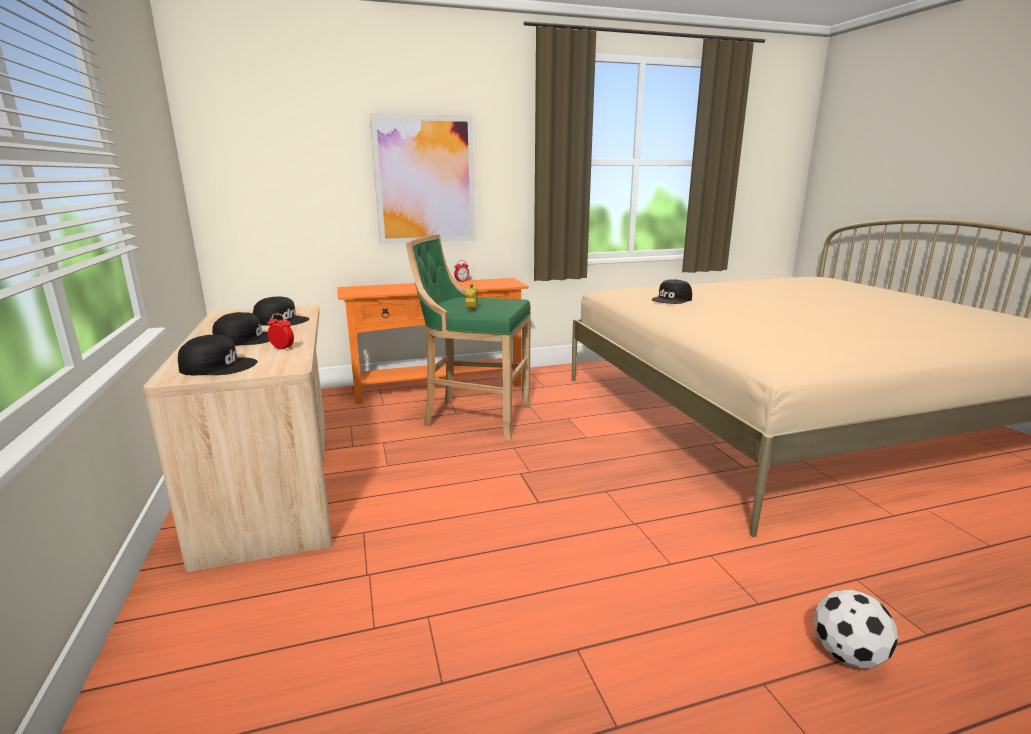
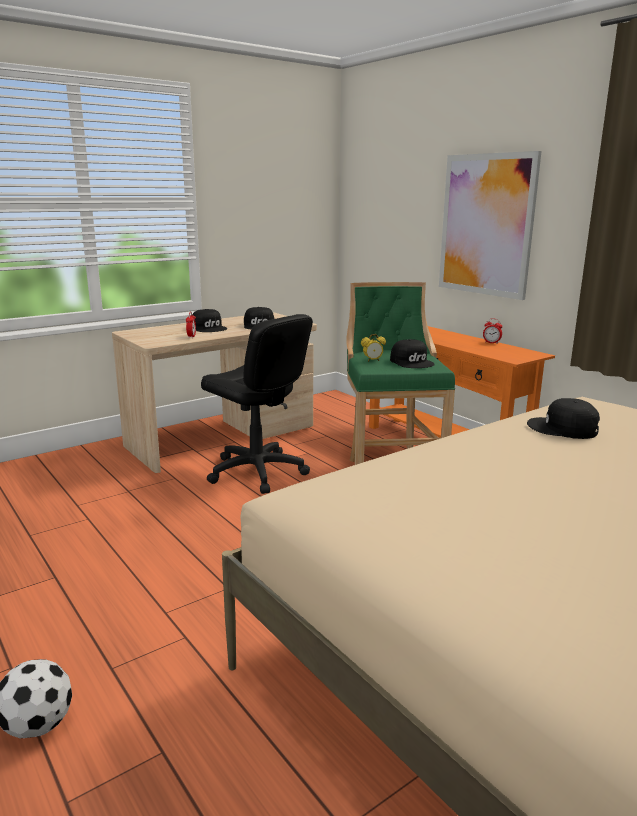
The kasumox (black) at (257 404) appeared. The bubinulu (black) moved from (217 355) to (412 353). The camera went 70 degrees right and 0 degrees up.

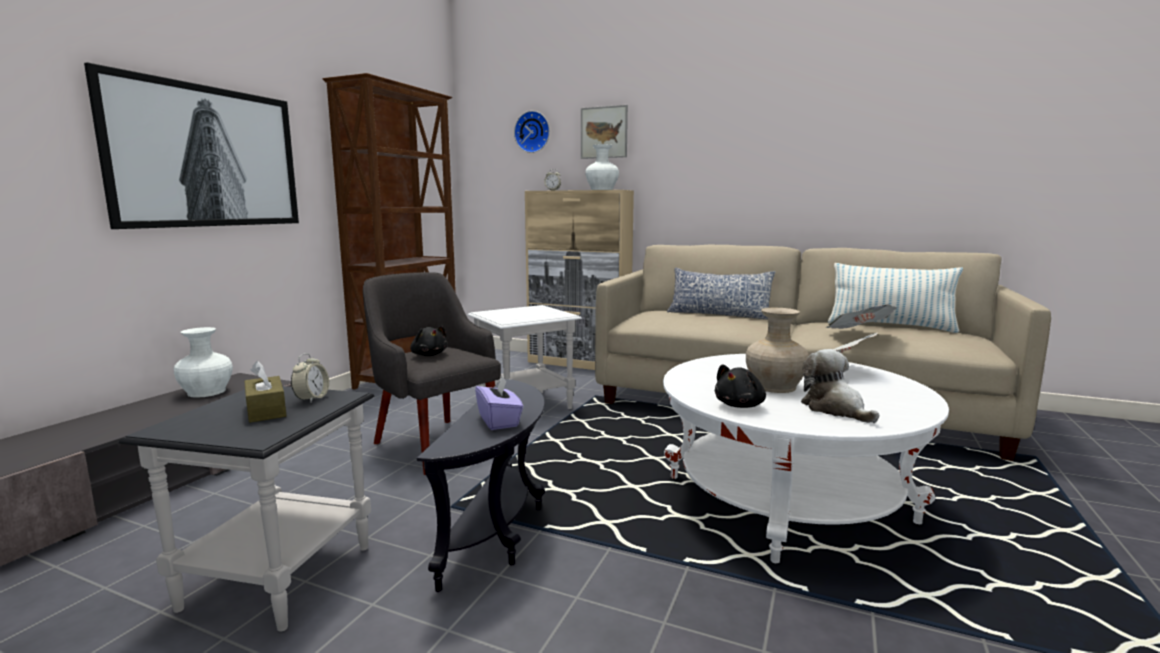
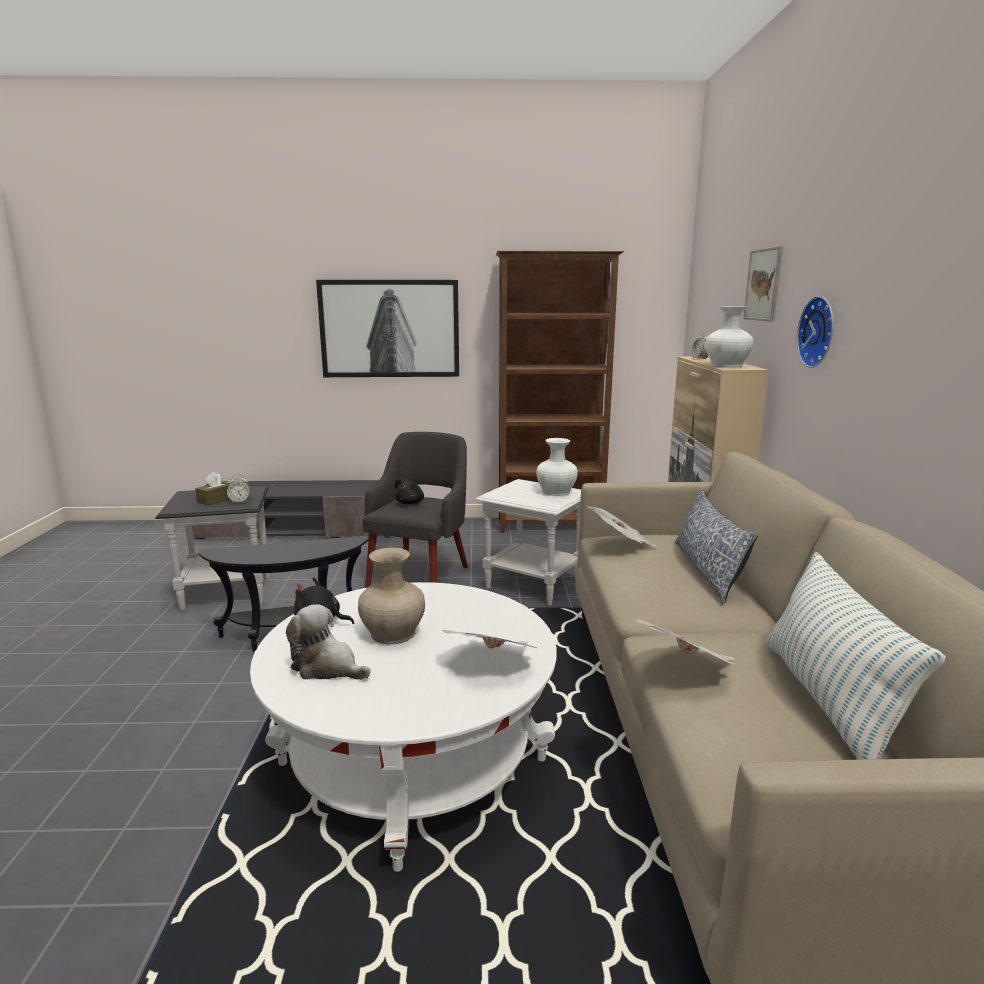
The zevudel at (840 386) turned 105 degrees counterclockwise. The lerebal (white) moved from (203 362) to (557 467). The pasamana at (622 526) appeared. The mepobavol moved from (532 132) to (815 332). The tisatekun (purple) at (499 403) disappeared. The camera went 65 degrees right and 5 degrees up.

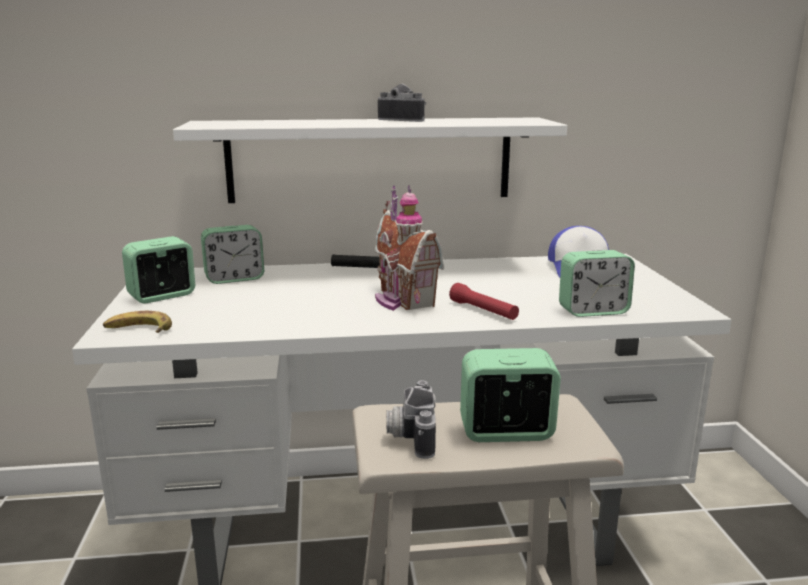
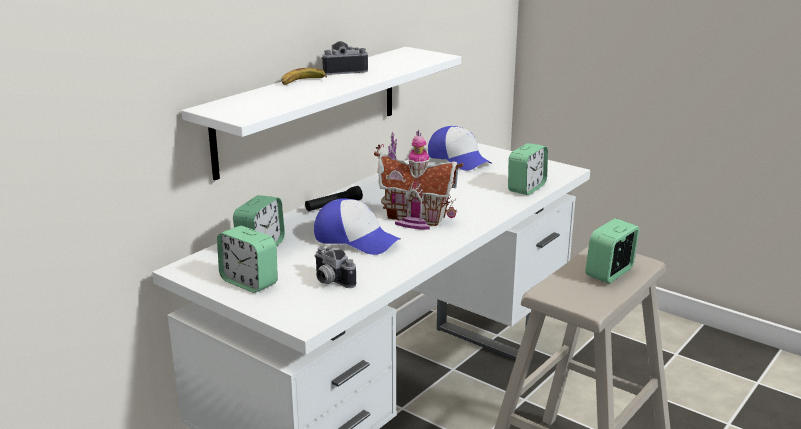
The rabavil at (158 269) turned 60 degrees counterclockwise. The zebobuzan moved from (137 322) to (304 76). The bubinulu at (357 226) appeared. The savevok moved from (411 419) to (335 267). The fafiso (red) at (484 301) disappeared. The camera went 45 degrees left and 5 degrees up.

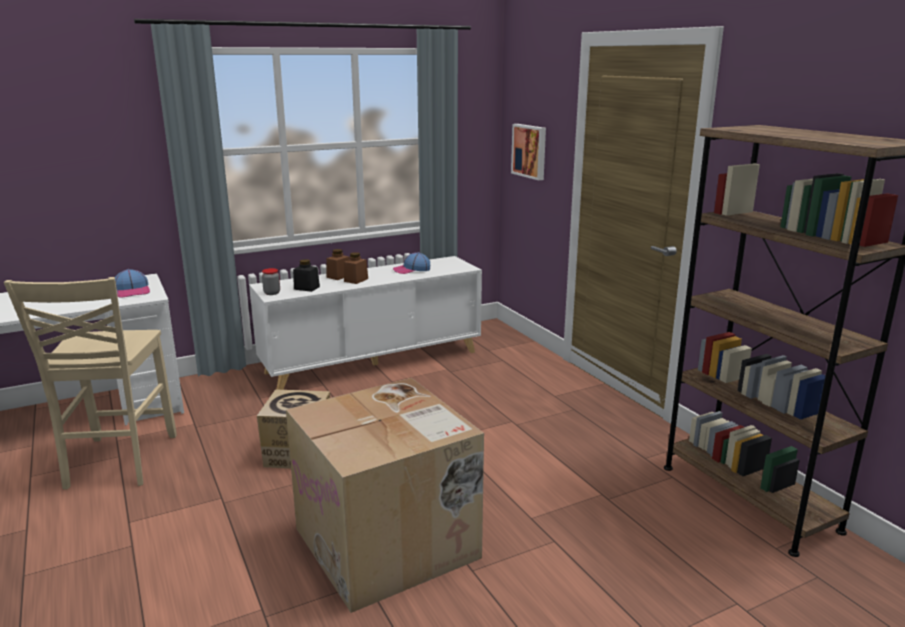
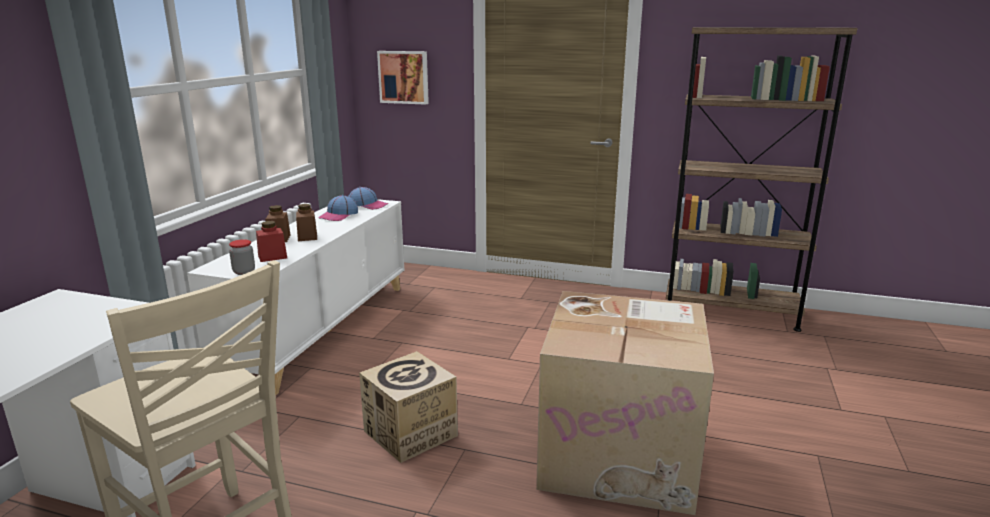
The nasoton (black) at (306 275) became the nasoton (red) at (271 241). The bubinulu moved from (132 283) to (368 198). The camera went 45 degrees left and 0 degrees up.

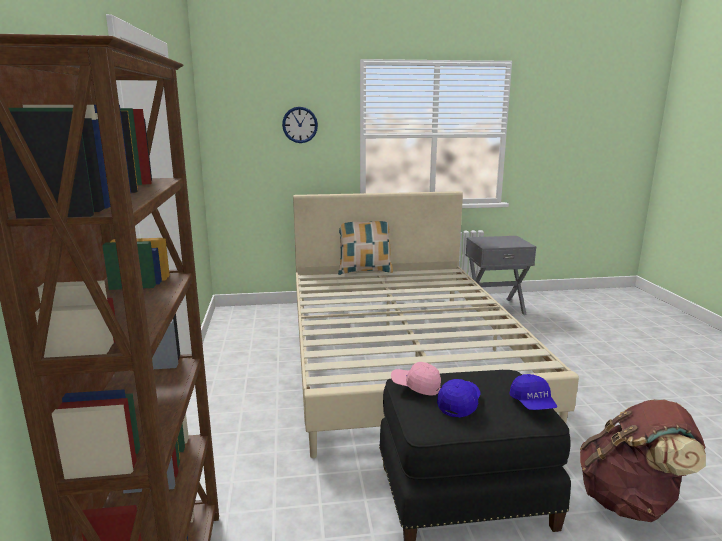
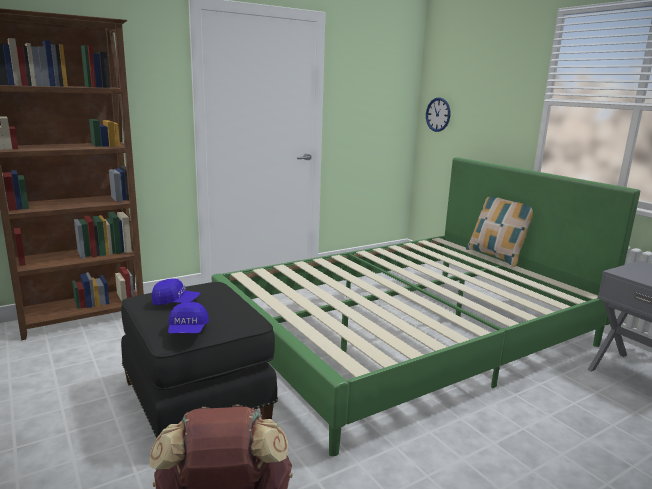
The bubinulu (blue) at (533 392) turned 60 degrees counterclockwise. The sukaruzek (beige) at (436 324) became the sukaruzek (green) at (426 306). The mepobavol moved from (300 125) to (438 114). The bubinulu (pink) at (416 379) disappeared. The camera went 65 degrees right and 0 degrees up.

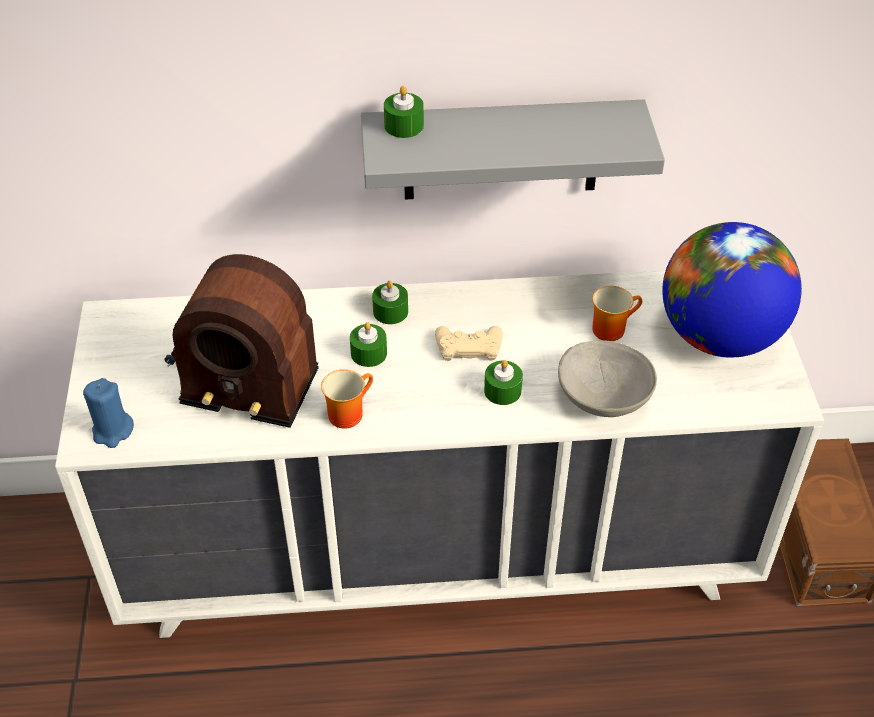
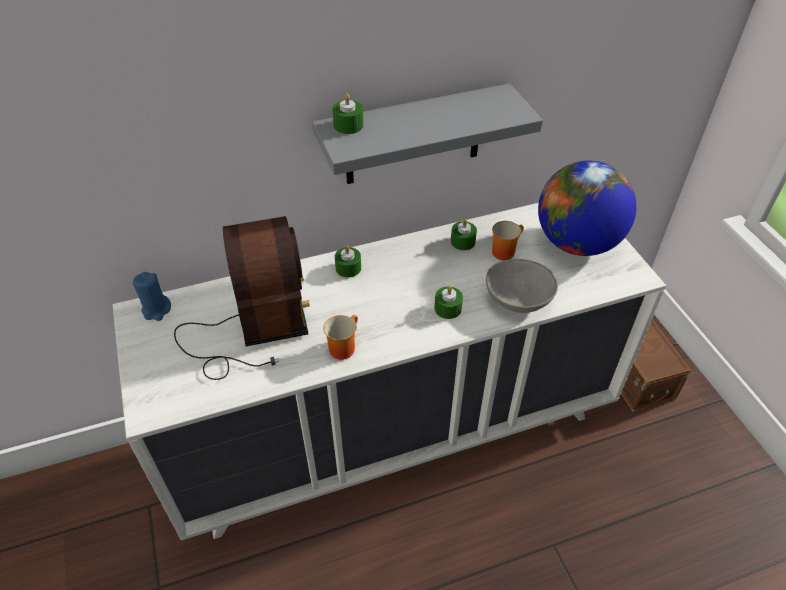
The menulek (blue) moved from (108 413) to (152 296). The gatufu at (242 341) turned 105 degrees counterclockwise. The menulek (green) moved from (368 344) to (464 234). The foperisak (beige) at (469 343) disappeared. The camera went 15 degrees left and 0 degrees up.

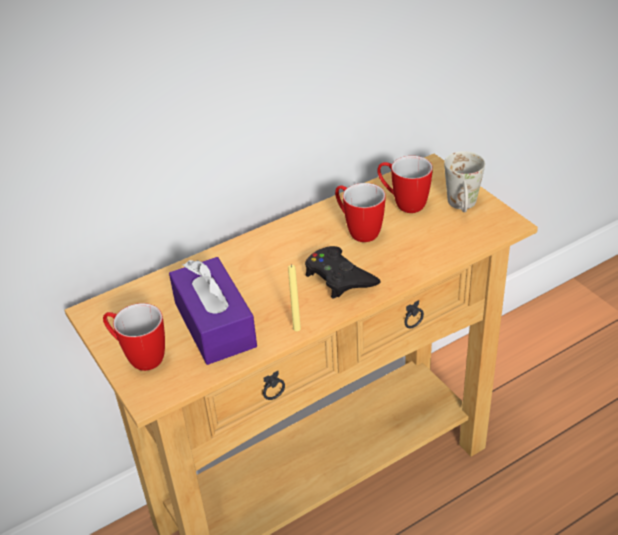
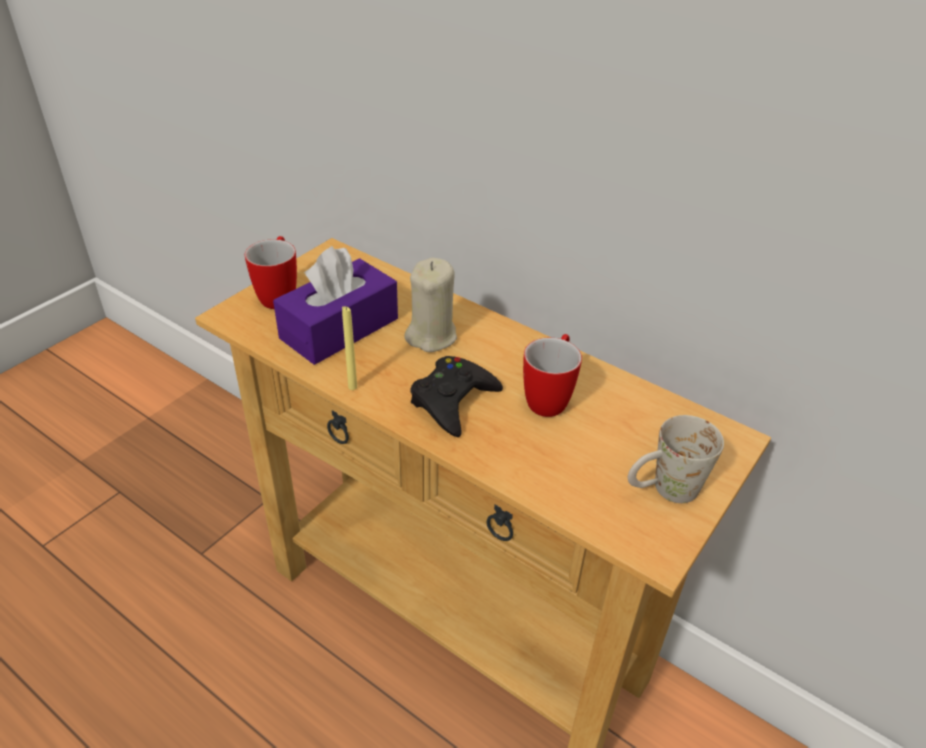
The menulek (beige) at (431 305) appeared. The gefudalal at (405 184) disappeared. The camera went 65 degrees right and 0 degrees up.

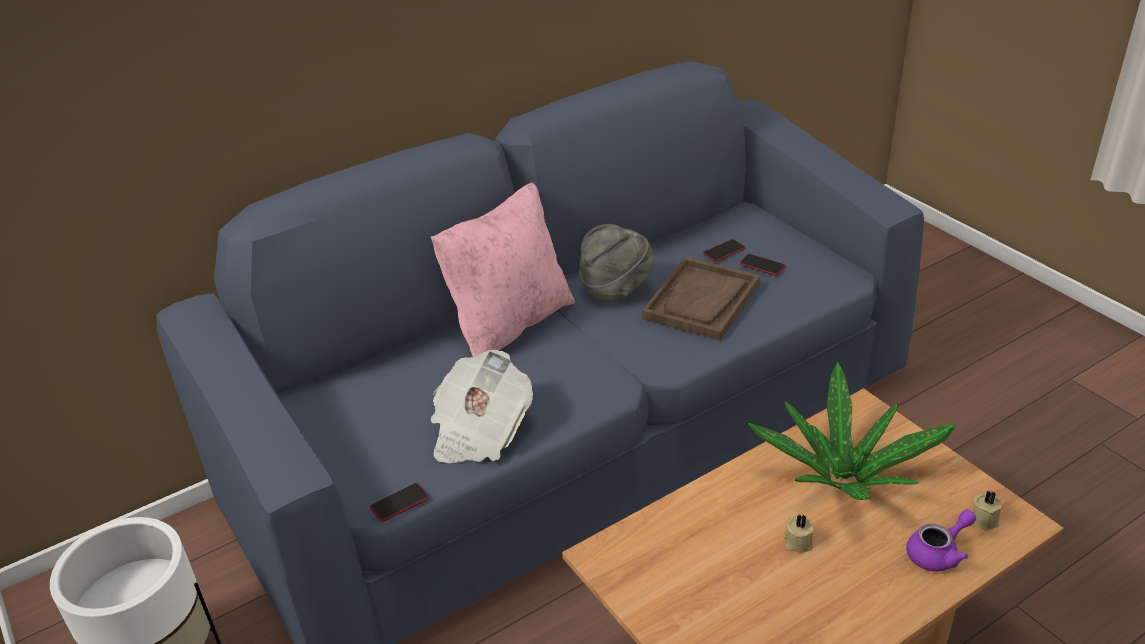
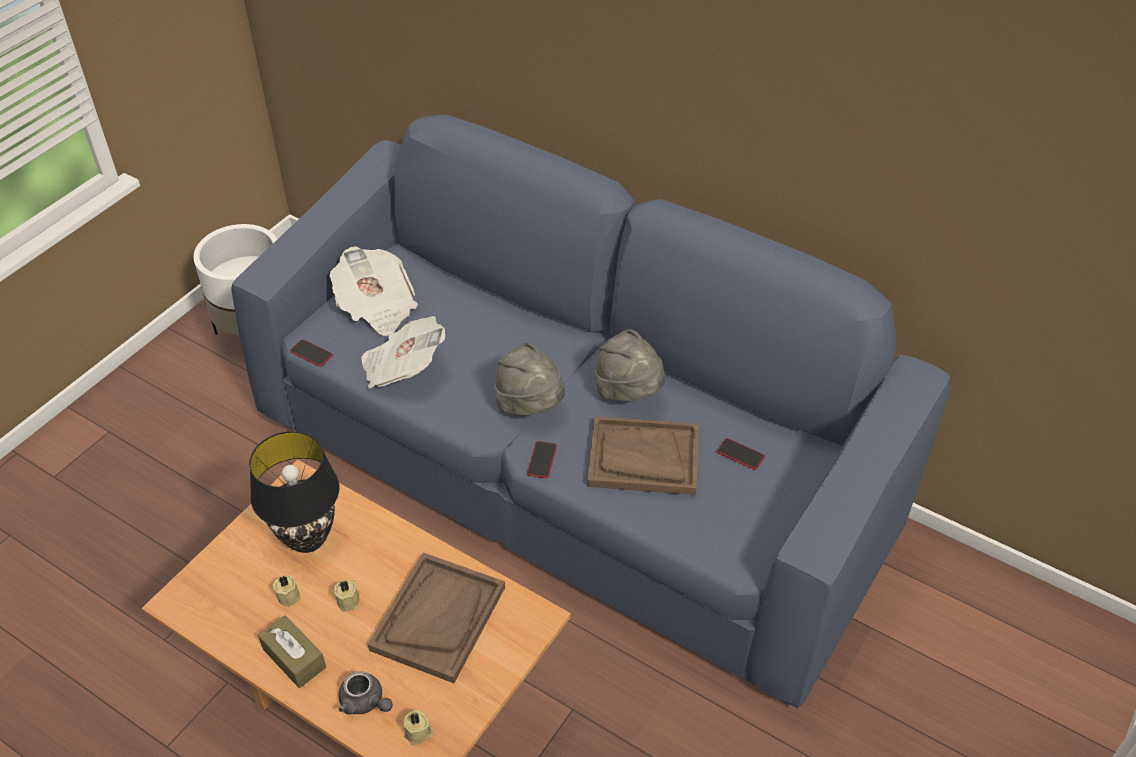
The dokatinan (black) at (294 492) appeared. The tisatekun (brown) at (292 651) appeared. The menulek (beige) at (286 591) appeared. The pasamana at (374 291) appeared. The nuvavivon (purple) at (941 540) became the nuvavivon (grey) at (365 693). The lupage at (852 431) was replaced by the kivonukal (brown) at (436 618). The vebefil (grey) at (530 378) appeared. The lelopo moved from (762 264) to (542 459). The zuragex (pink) at (503 269) disappeared. The camera went 65 degrees right and 10 degrees up.

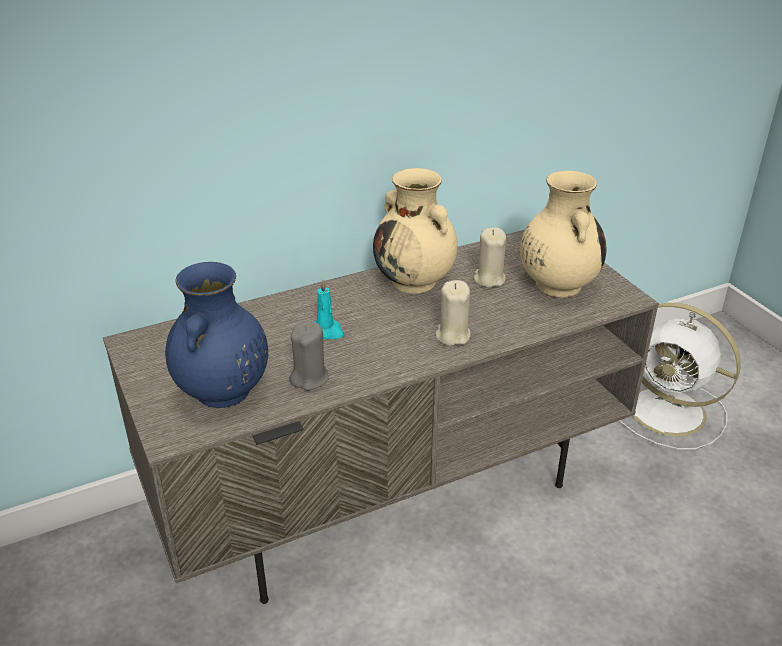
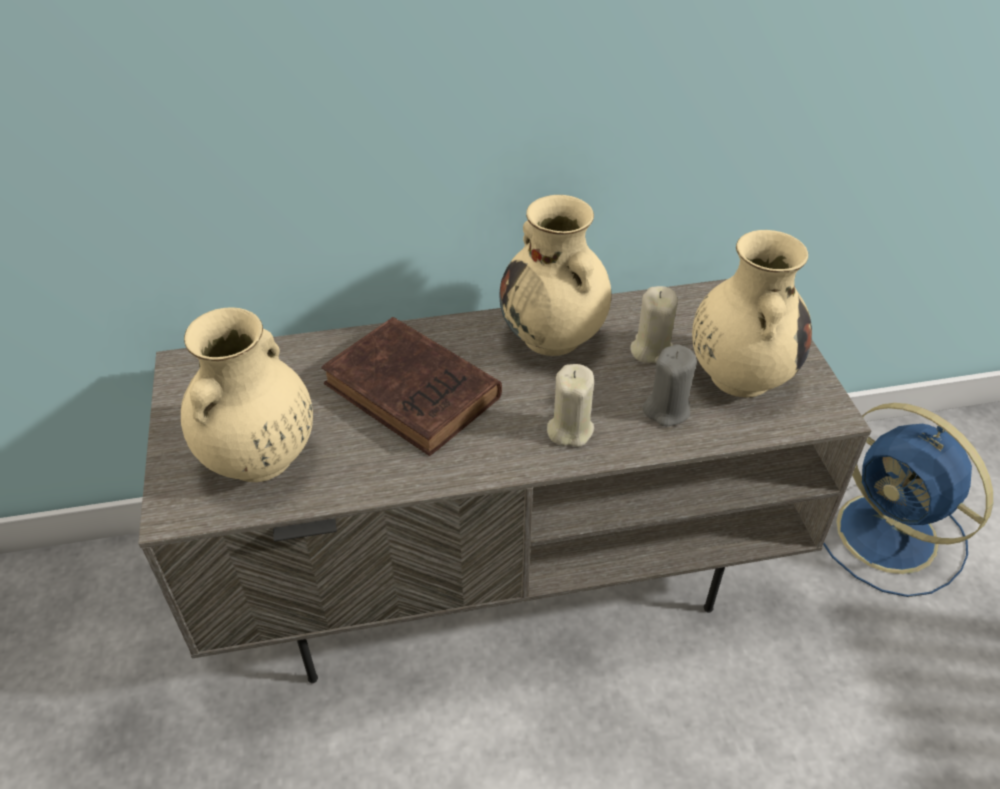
The lerebal (blue) at (216 335) became the lerebal (beige) at (247 394). The menulek (turquoise) at (329 309) was replaced by the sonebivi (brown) at (411 386). The menulek (grey) moved from (309 356) to (670 385). The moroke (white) at (679 376) became the moroke (blue) at (908 500). The camera went 15 degrees right and 10 degrees up.

